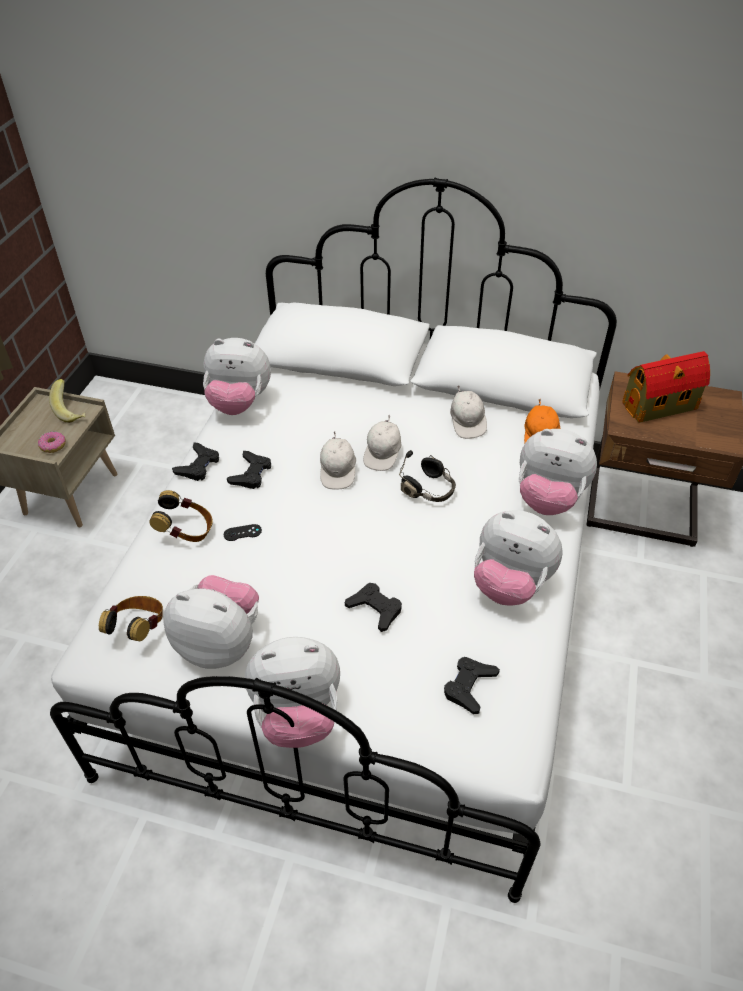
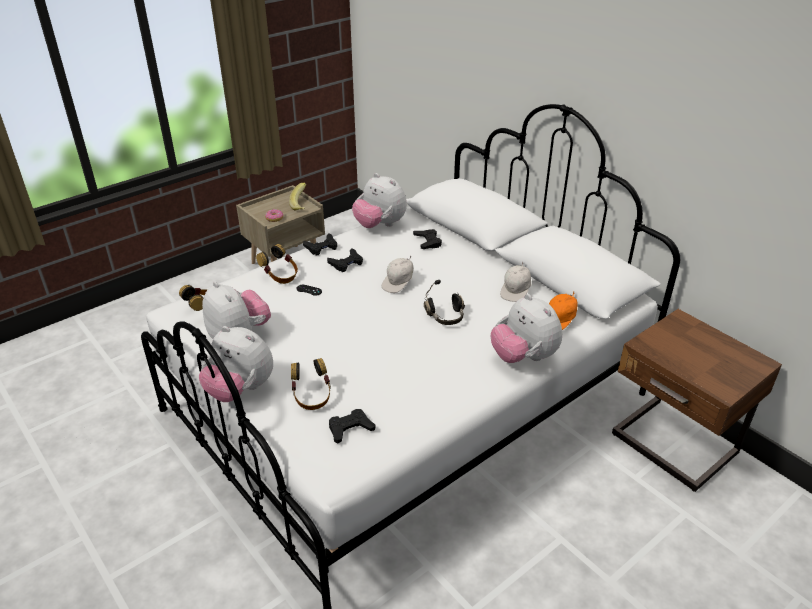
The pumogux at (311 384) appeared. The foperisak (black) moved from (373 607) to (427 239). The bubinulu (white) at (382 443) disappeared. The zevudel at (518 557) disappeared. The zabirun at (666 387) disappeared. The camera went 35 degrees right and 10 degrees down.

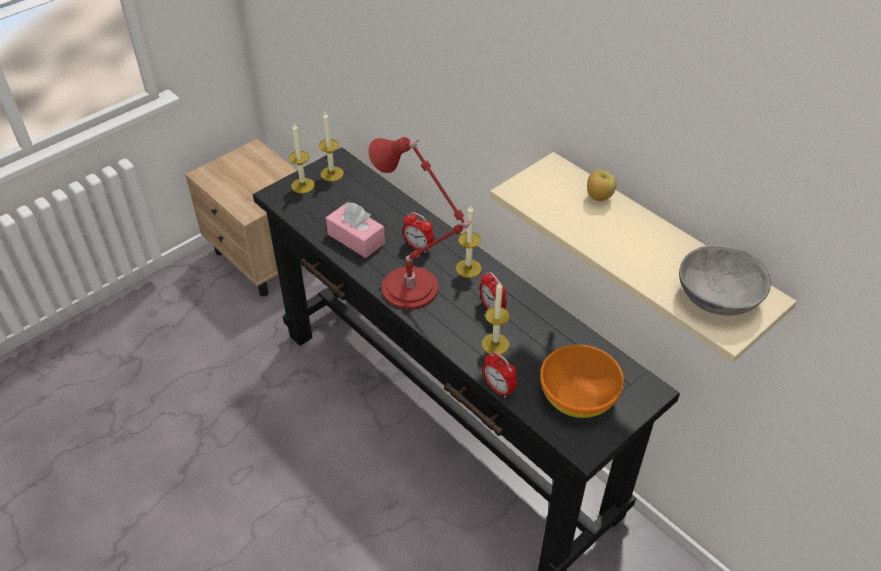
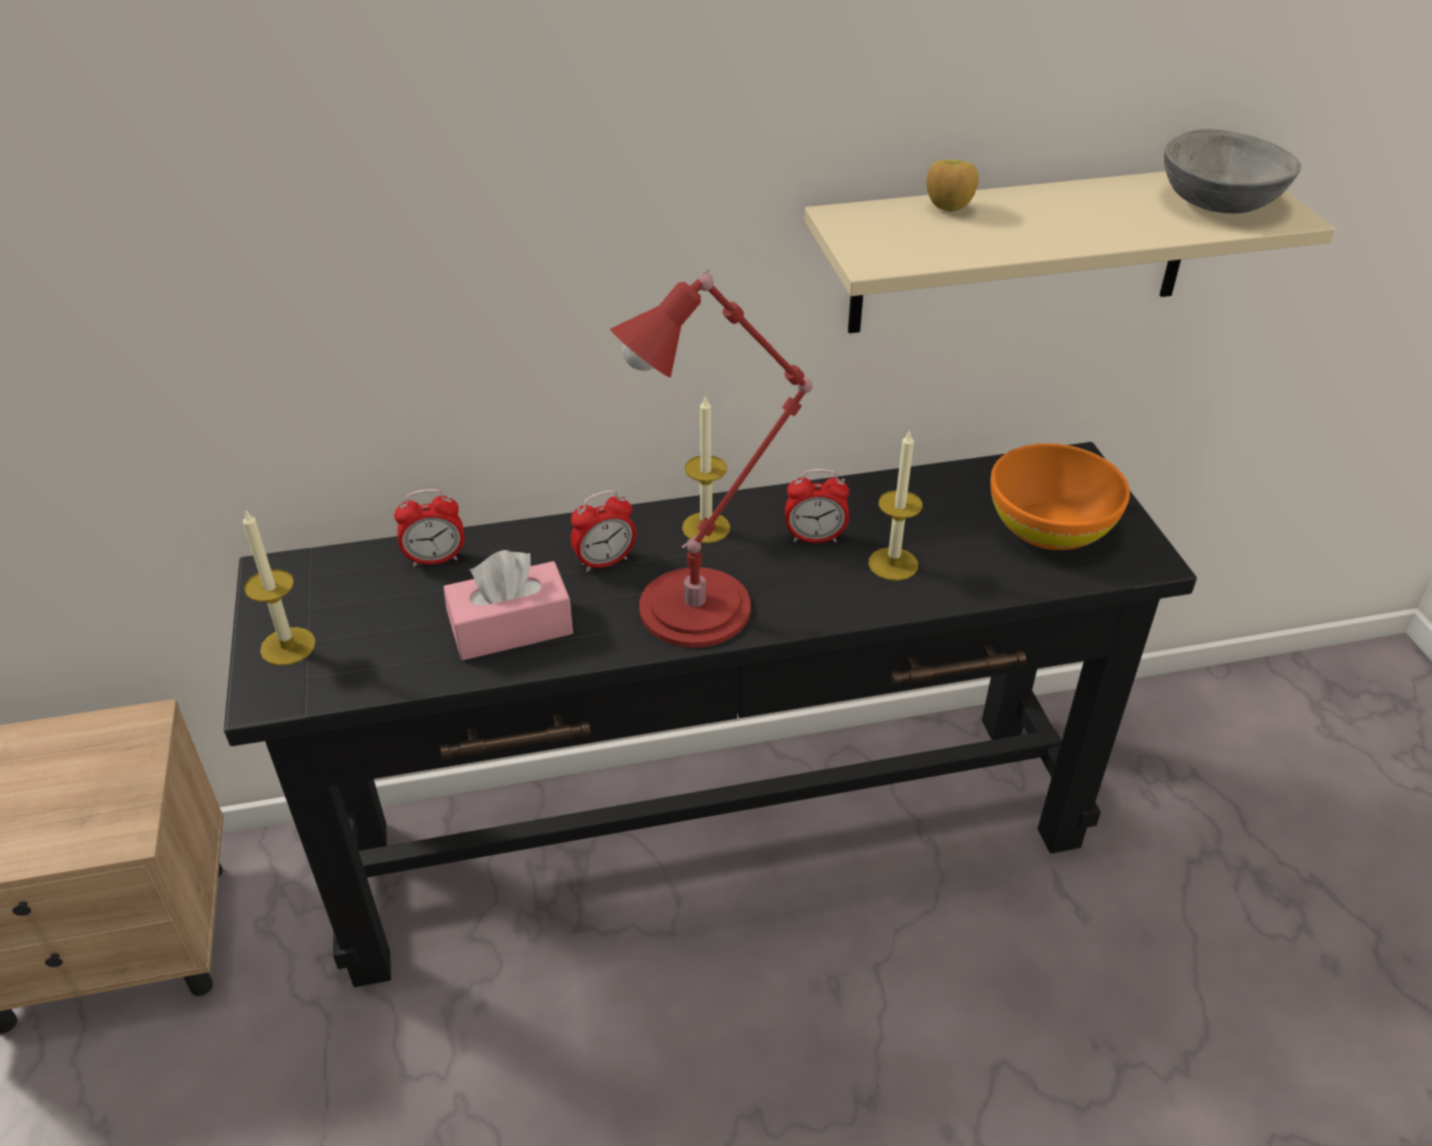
The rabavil moved from (500 375) to (429 528). The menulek at (331 146) disappeared. The camera went 60 degrees left and 5 degrees down.

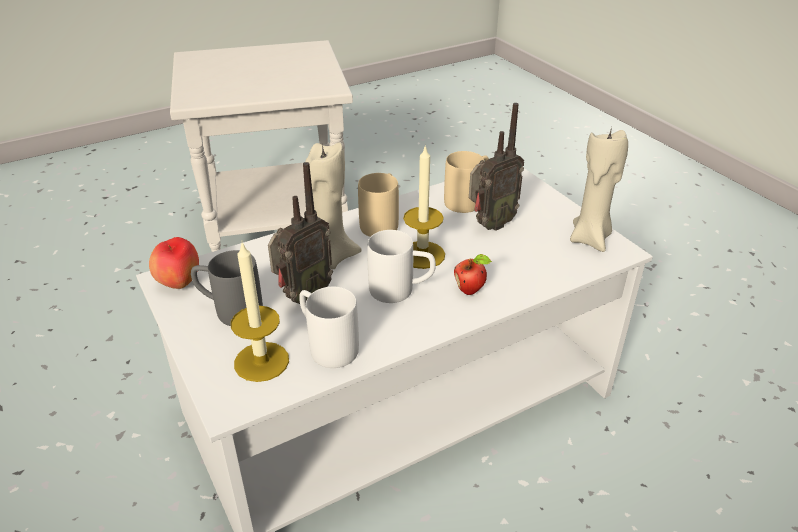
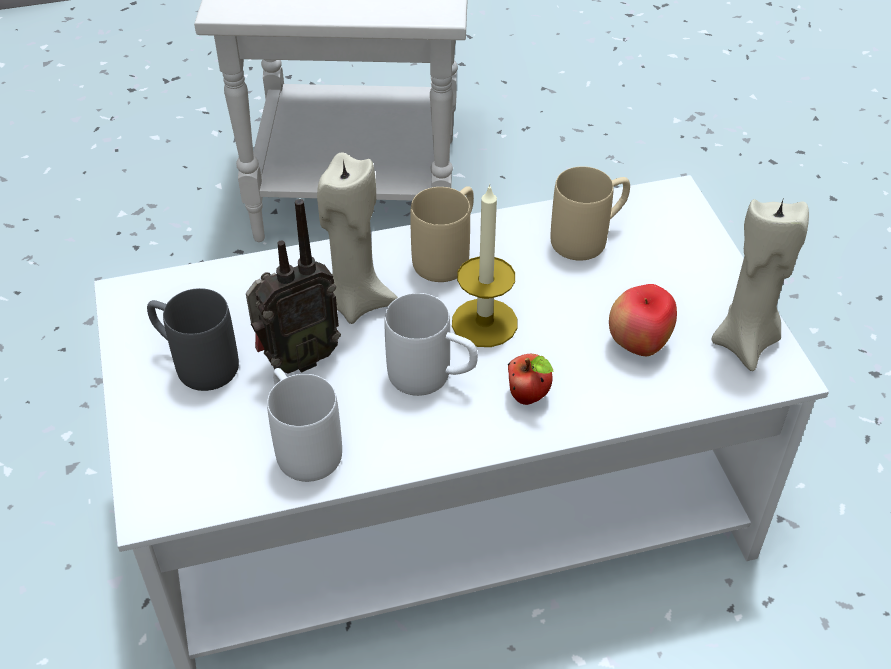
The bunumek moved from (174 263) to (643 320). The menulek at (260 312) disappeared. The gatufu at (496 167) disappeared. The camera went 15 degrees right and 10 degrees up.

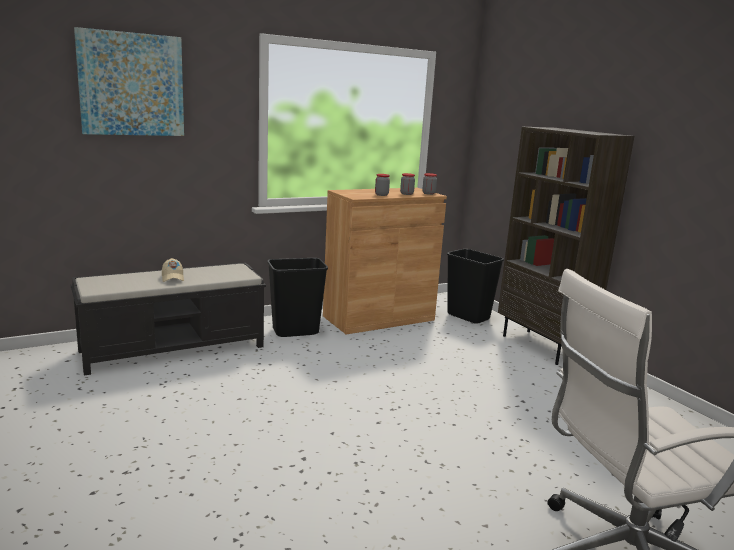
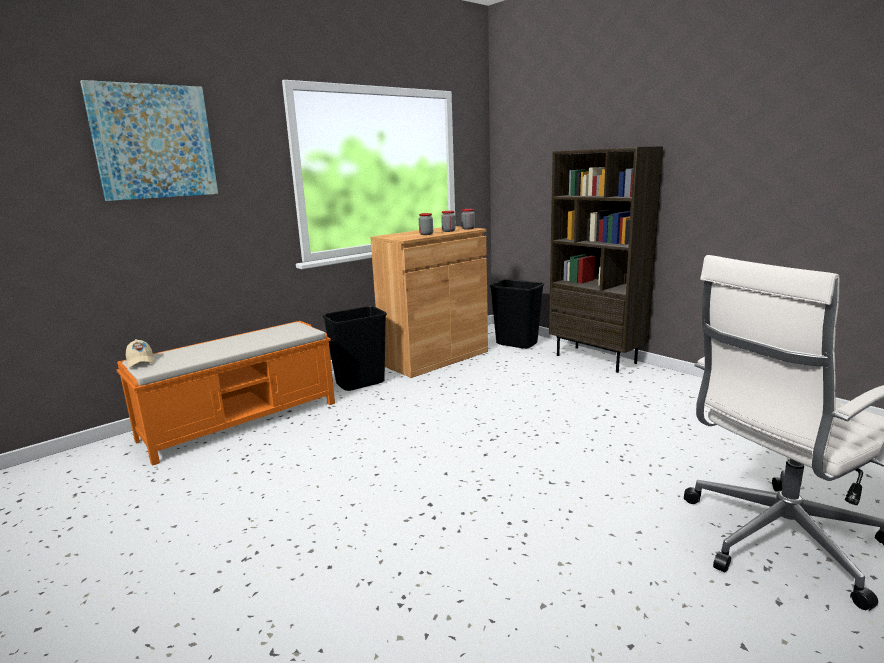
The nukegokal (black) at (168 319) became the nukegokal (orange) at (225 393). The bubinulu (beige) moved from (173 270) to (140 353). The camera went 10 degrees left and 0 degrees up.

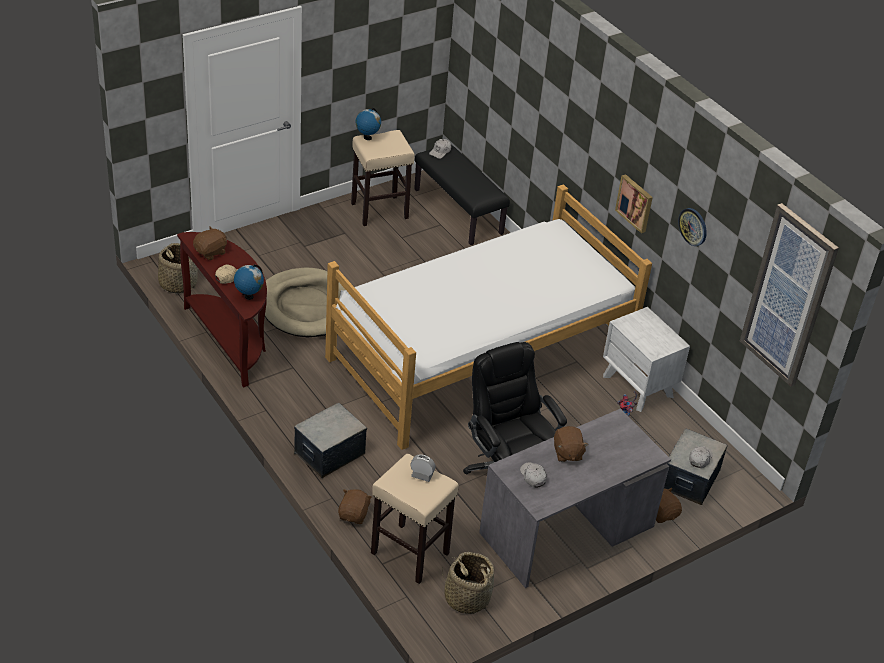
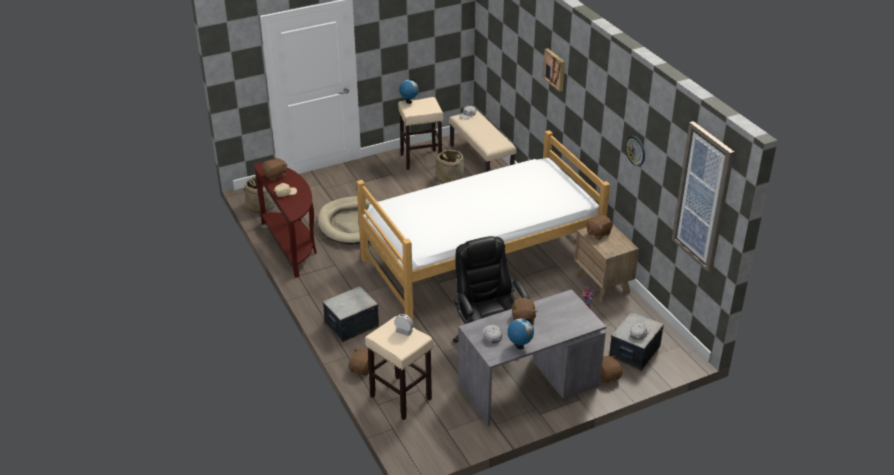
The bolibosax moved from (468 583) to (449 167). The nukegokal (black) at (462 194) became the nukegokal (beige) at (482 141). The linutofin moved from (249 282) to (520 333). The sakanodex moved from (634 203) to (554 70). The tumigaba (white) at (646 359) became the tumigaba (brown) at (607 263). The zevudel (brown) at (600 227) appeared. The camera went 10 degrees right and 5 degrees down.

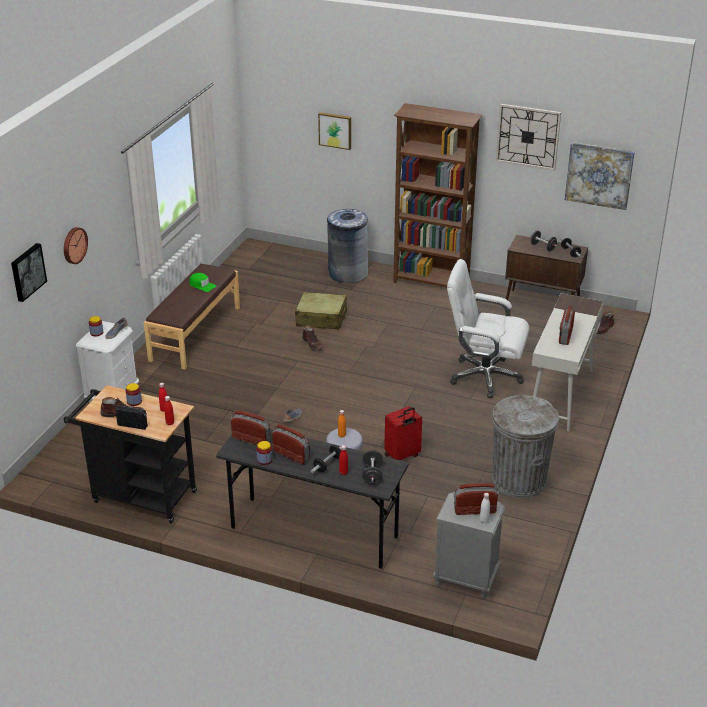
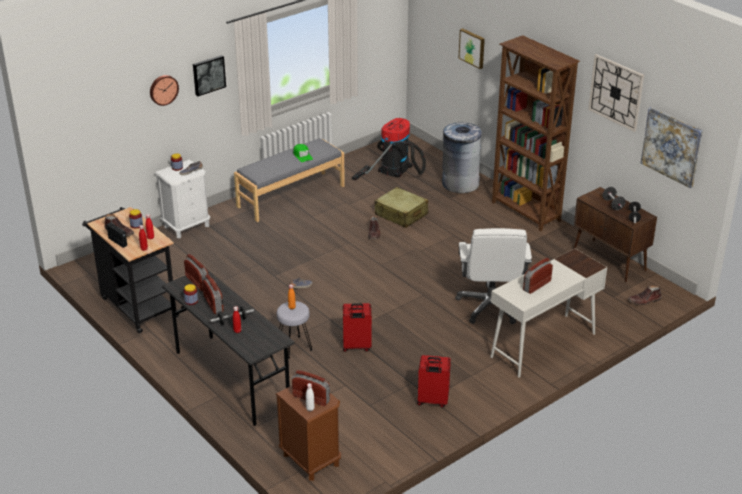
The sakanodex moved from (29 272) to (209 75). The nukegokal (brown) at (192 317) became the nukegokal (grey) at (289 180). The tumigaba (grey) at (469 545) became the tumigaba (brown) at (308 433). The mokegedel at (389 149) appeared. The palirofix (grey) at (525 446) was replaced by the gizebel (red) at (434 381). The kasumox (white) at (488 328) turned 135 degrees counterclockwise. The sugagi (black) at (372 467) disappeared. The camera went 30 degrees right and 0 degrees up.

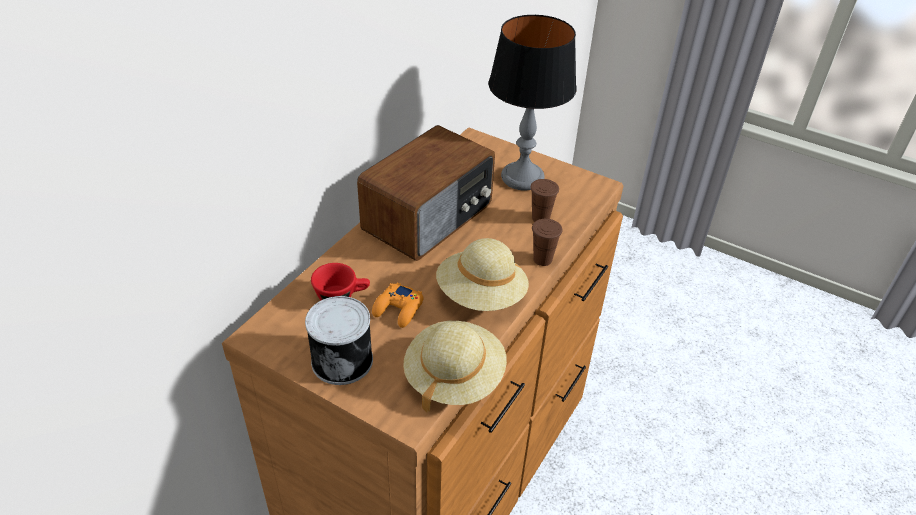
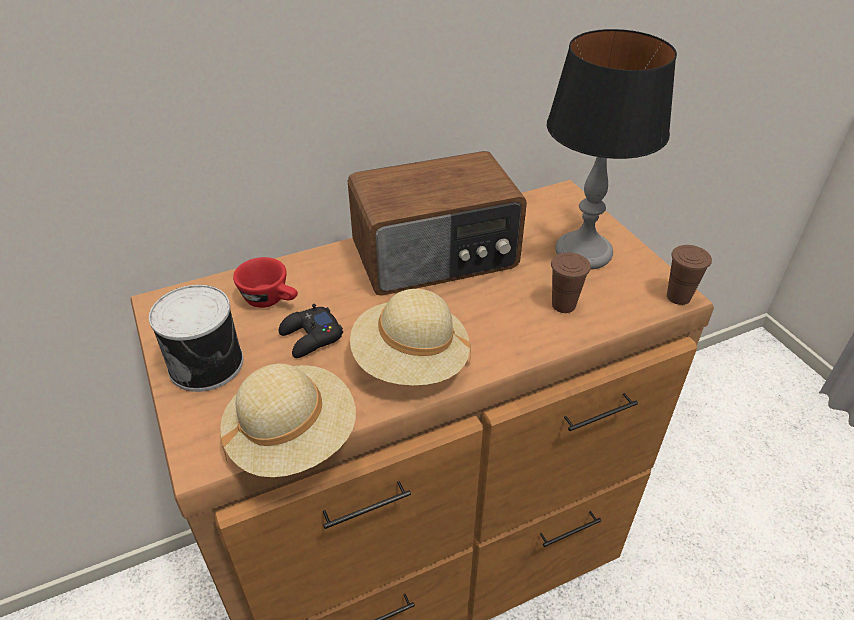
The foperisak (orange) at (397 305) became the foperisak (black) at (311 331). The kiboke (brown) moved from (547 242) to (689 275). The camera went 35 degrees right and 0 degrees up.

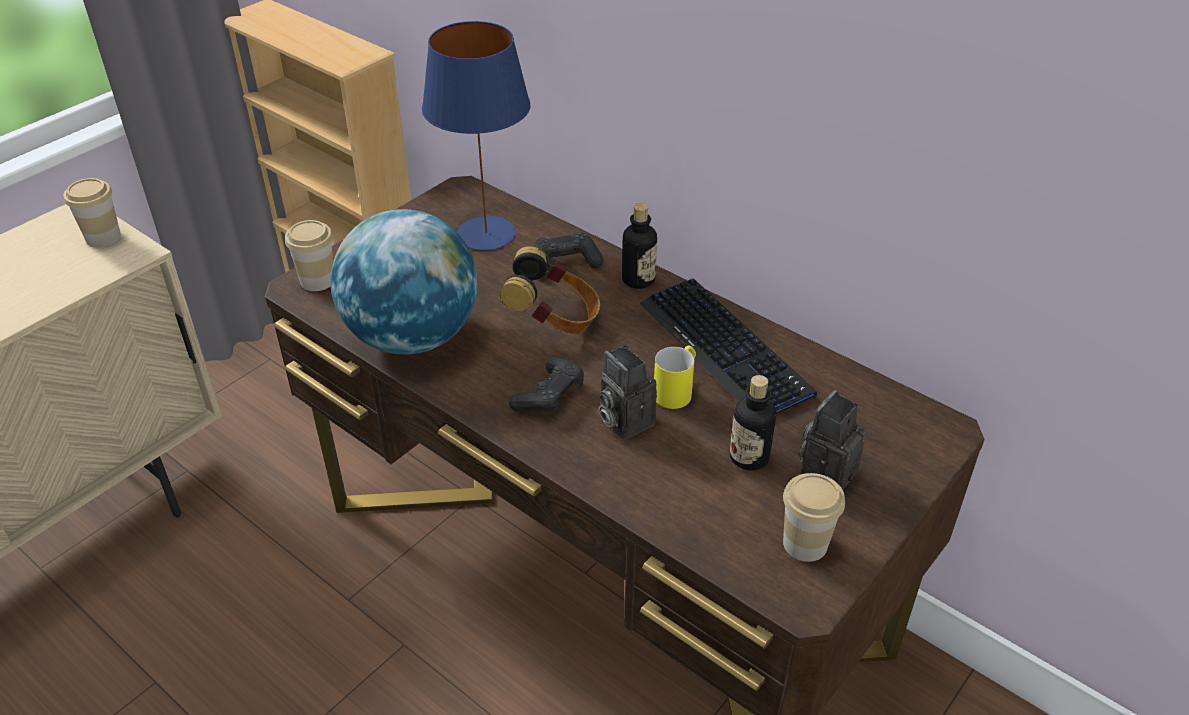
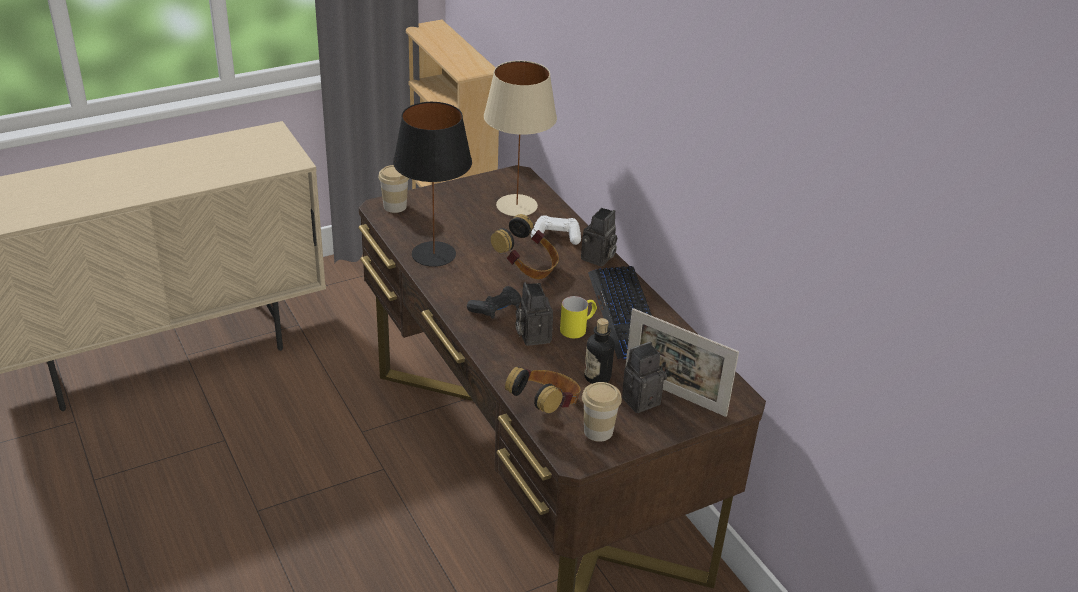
The linutofin at (404 282) was replaced by the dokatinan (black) at (432 184). The dokatinan (blue) at (476 136) became the dokatinan (beige) at (520 138). The pumogux at (543 390) appeared. The foperisak (black) at (568 254) became the foperisak (white) at (556 230). The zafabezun at (639 246) was replaced by the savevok at (599 237). The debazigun at (682 362) appeared. The kiboke at (92 213) disappeared. The camera went 20 degrees right and 5 degrees down.

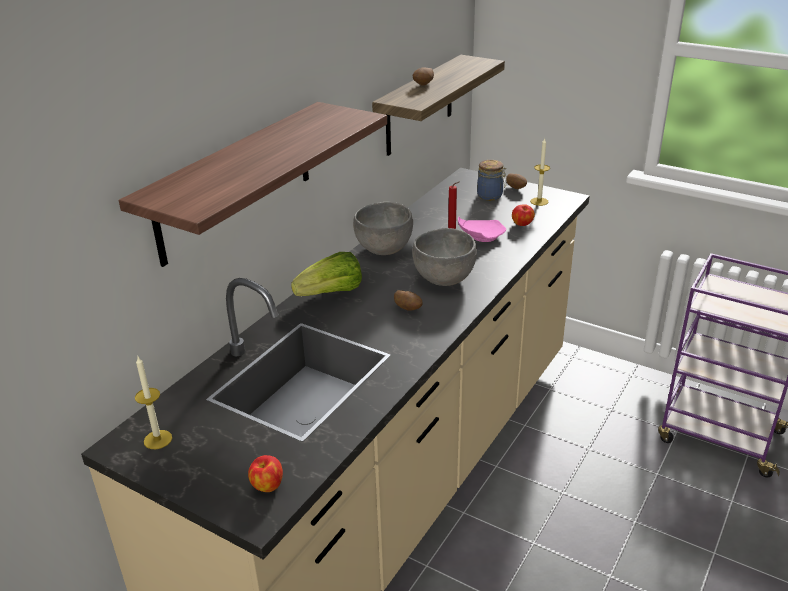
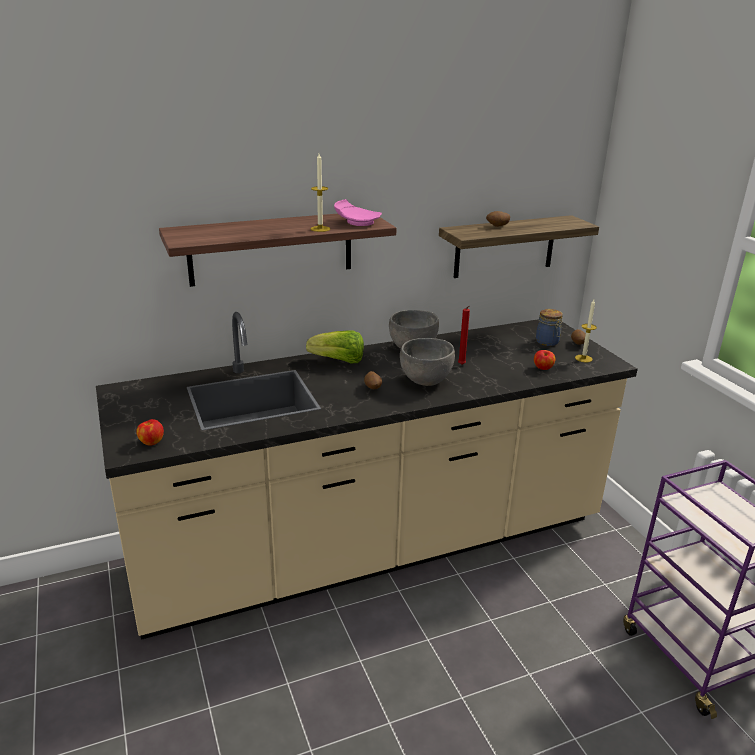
The menulek moved from (153 403) to (320 192). The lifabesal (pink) moved from (482 229) to (358 212). The camera went 35 degrees right and 5 degrees down.

